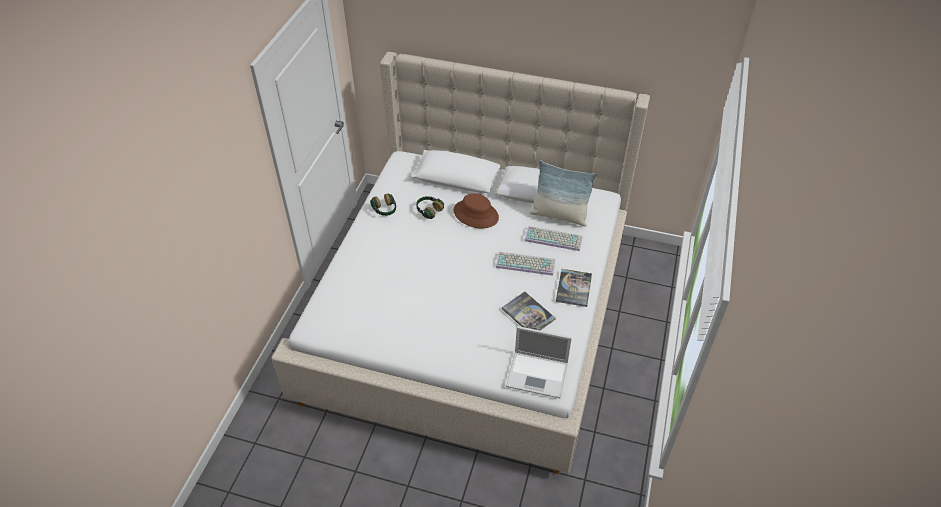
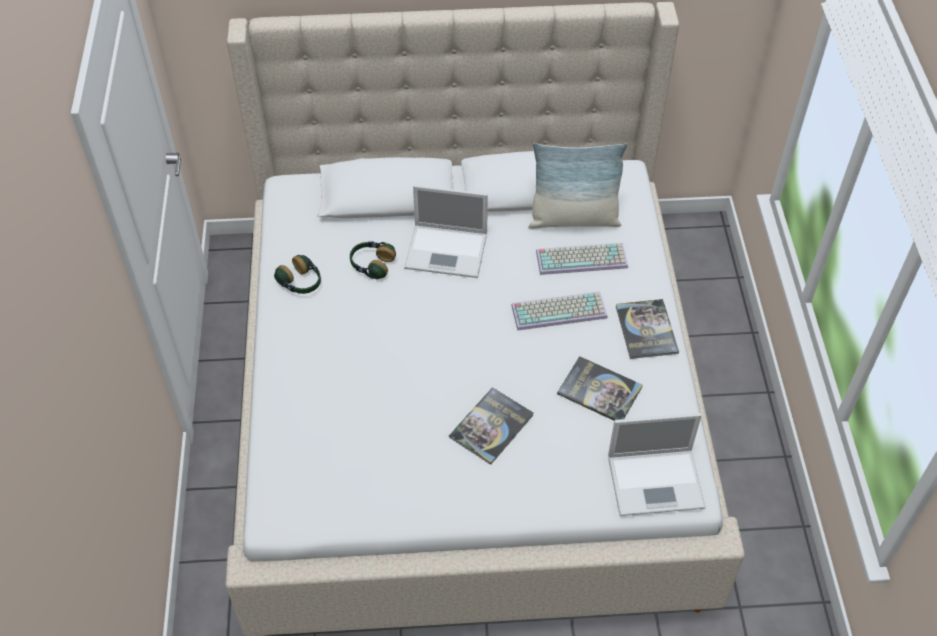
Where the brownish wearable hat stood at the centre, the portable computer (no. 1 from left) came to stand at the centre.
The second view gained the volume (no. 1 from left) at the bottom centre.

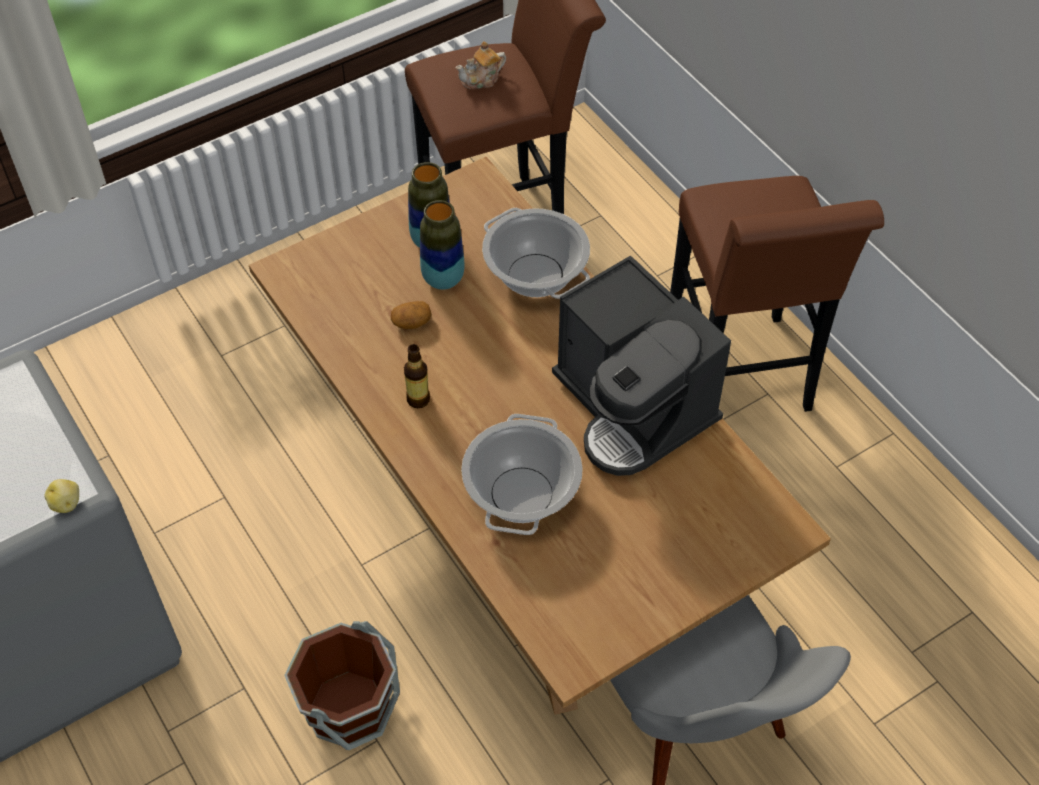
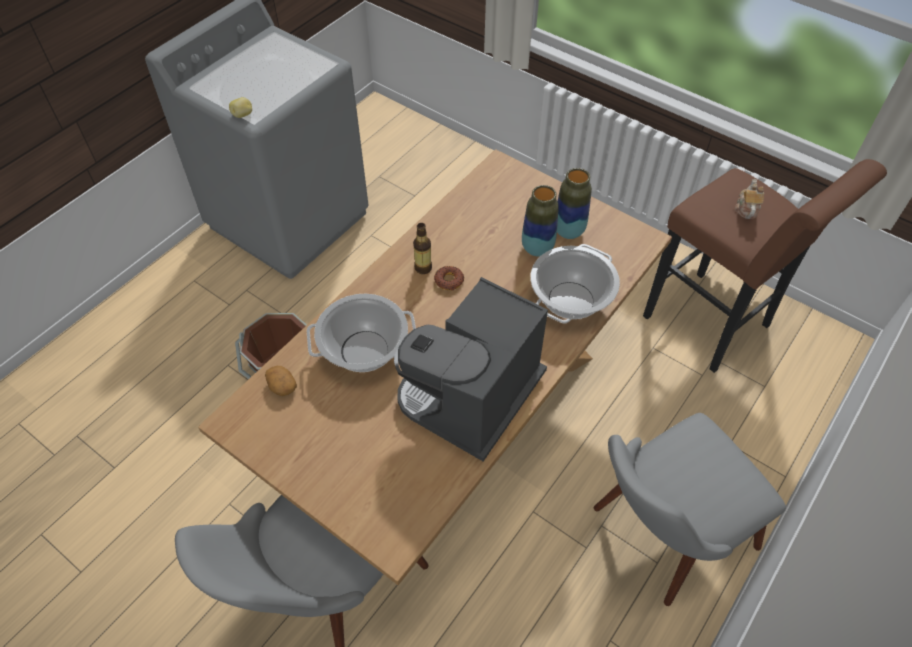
The teapot at the top centre ended up facing another way, 60 degrees clockwise from before.
Where the brownish stool (no. 2 from left) stood at the middle right, the gray chair (no. 2 from left) came to stand at the bottom right.
The whole potato (no. 2 from left) ended up elsewhere, having gone from the centre to the middle left.
The second view gained the donut at the centre.

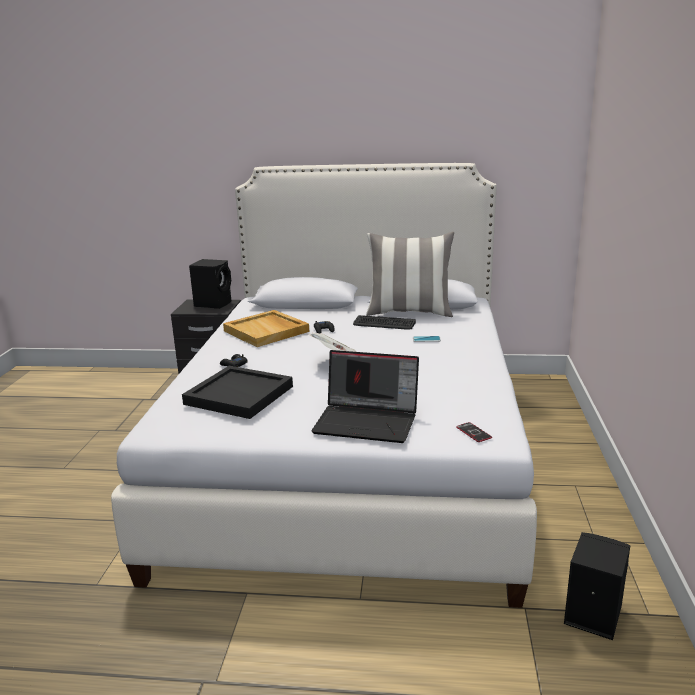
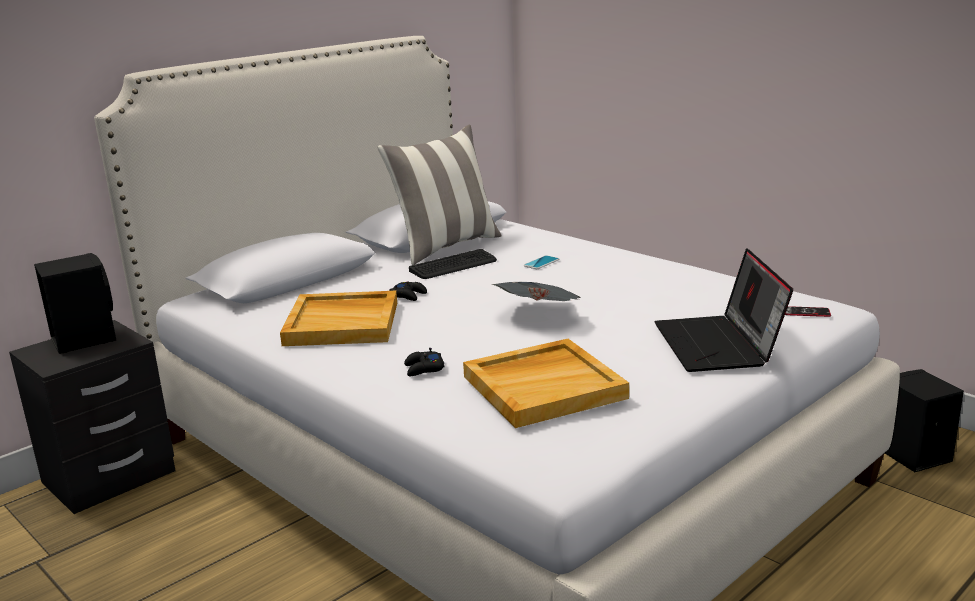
The portable computer at the centre ended up facing another way, 120 degrees clockwise from before.
What was the black carrying tray at the centre turned into the beige carrying tray (no. 2 from left) at the centre.

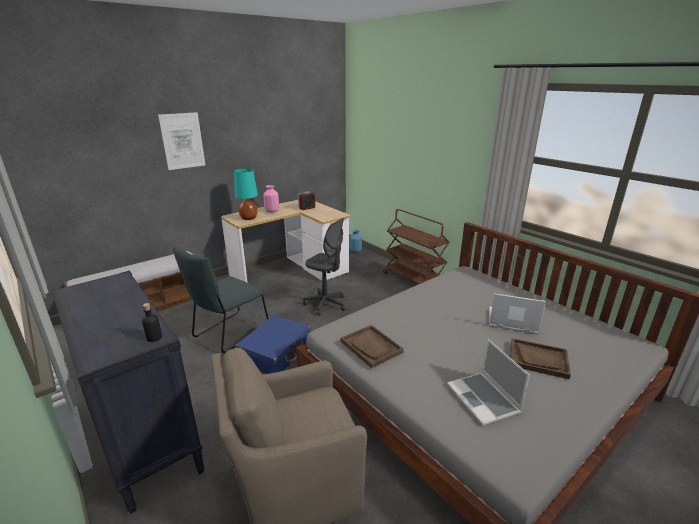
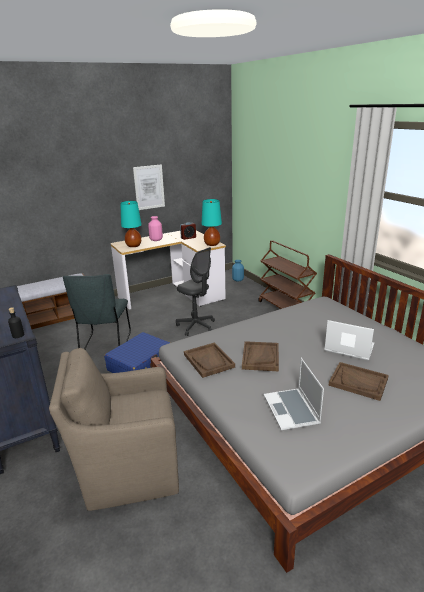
The wall art ended up elsewhere, having gone from the top left to the top centre.
The gray chair at the middle left ended up facing another way, 45 degrees counterclockwise from before.
The second view gained the turquoise tabletop lamp (no. 2 from left) at the centre.
The second view gained the brownish carrying tray (no. 2 from left) at the centre.

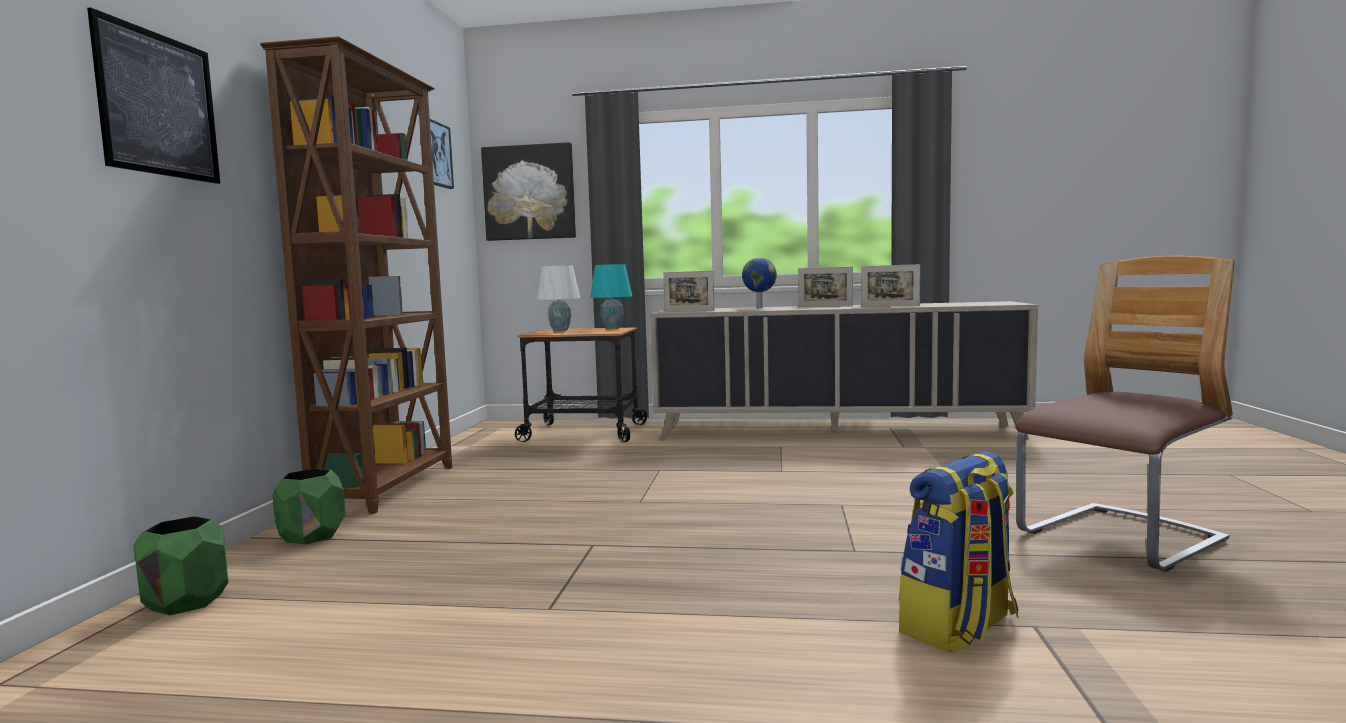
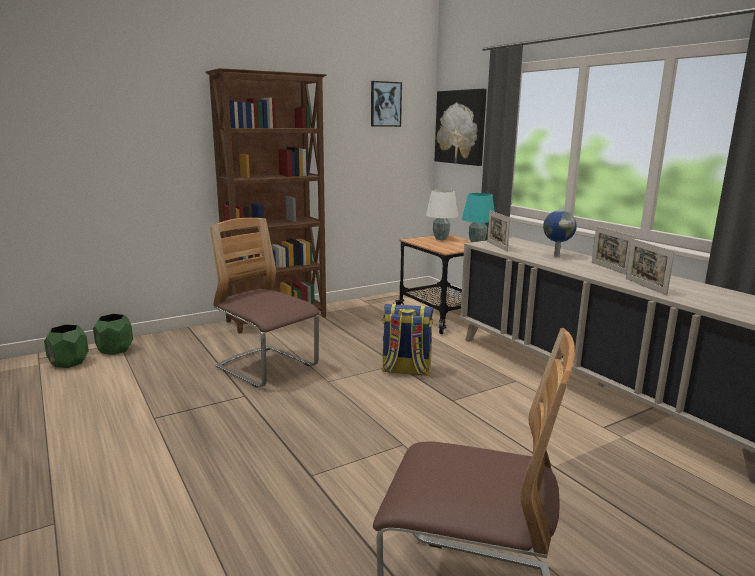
The second view lost the wall art (no. 1 from left) at the top left.
The rucksack ended up elsewhere, having gone from the bottom right to the centre.
The green-coloured planter (no. 2 from left in the first image) ended up elsewhere, having gone from the bottom left to the middle left.
The second view gained the chair (no. 1 from left) at the centre.

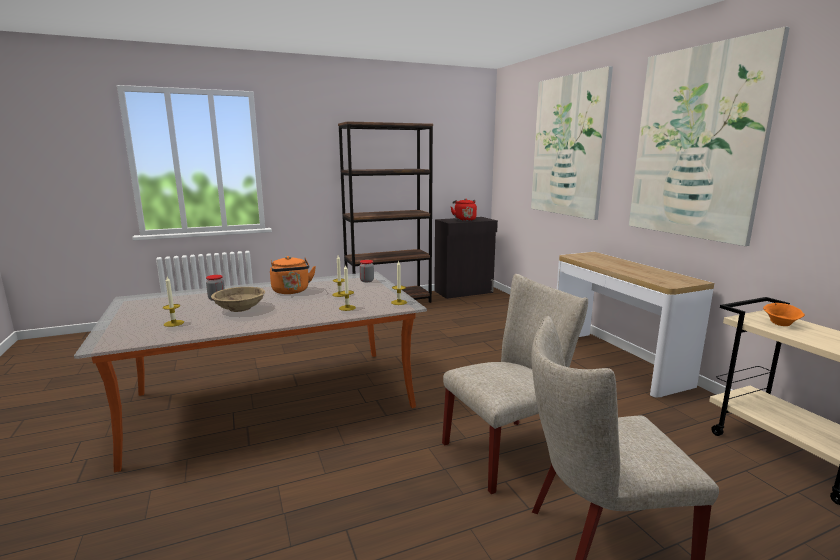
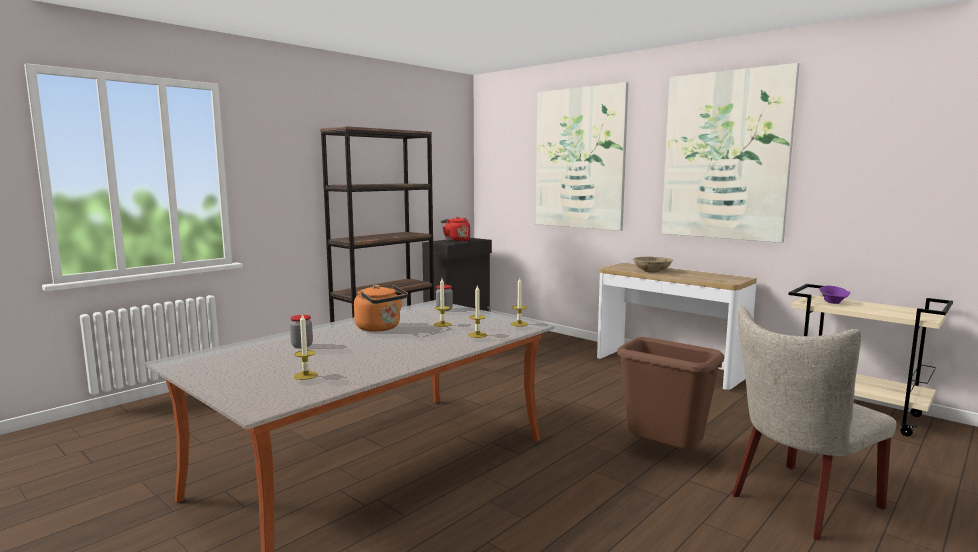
Where the beige chair (no. 1 from left) stood at the bottom centre, the brownish rubbish bin came to stand at the bottom right.
The beige serving bowl ended up elsewhere, having gone from the middle left to the middle right.
What was the orangey serving bowl at the middle right turned into the purple-coloured serving bowl at the middle right.

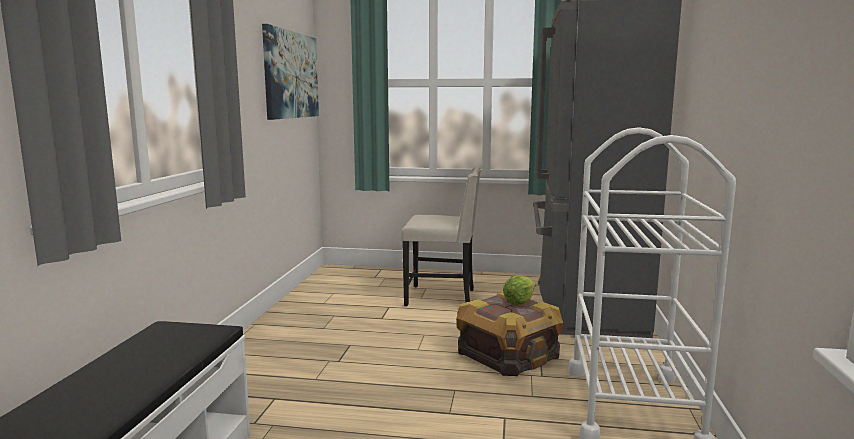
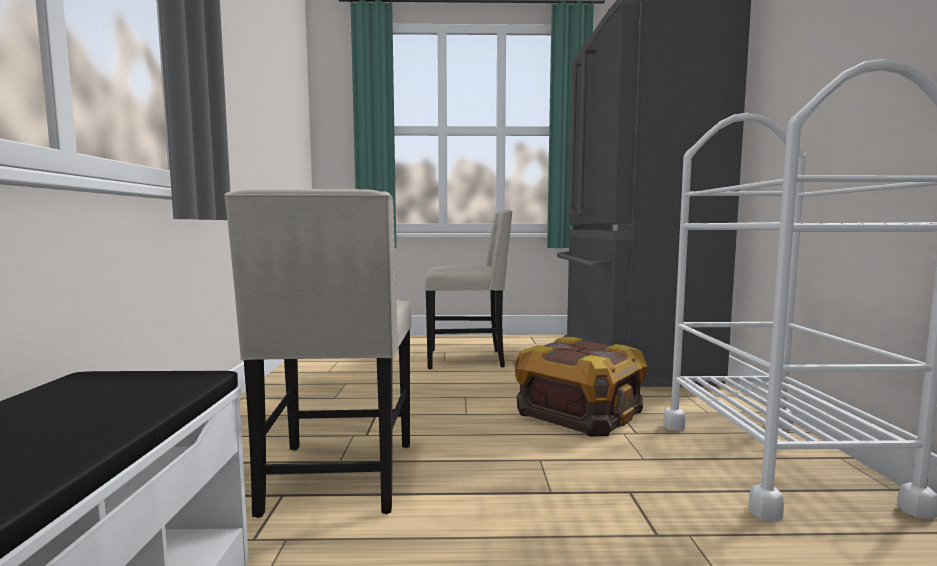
The second view lost the wall art at the top centre.
The second view lost the head of lettuce at the centre.
The second view gained the beige chair (no. 1 from left) at the centre.

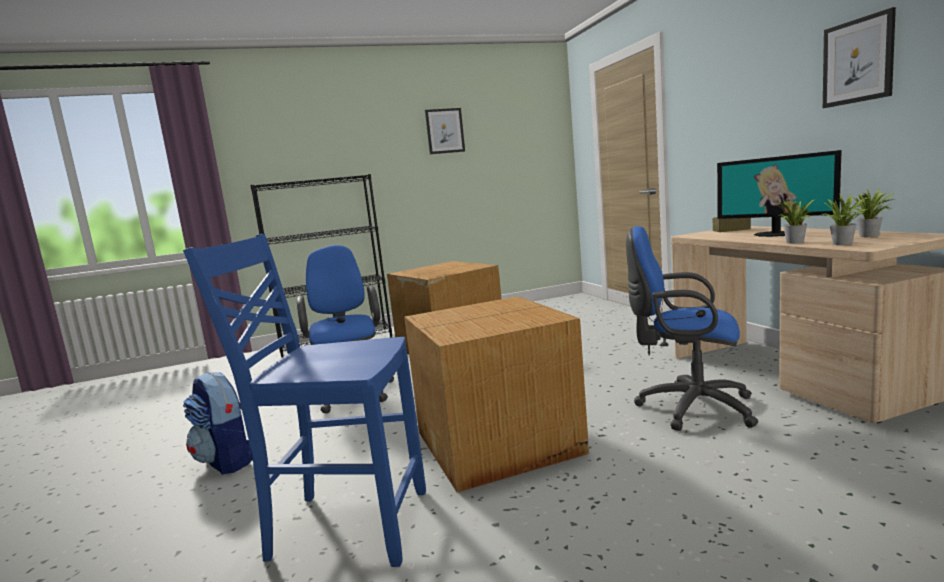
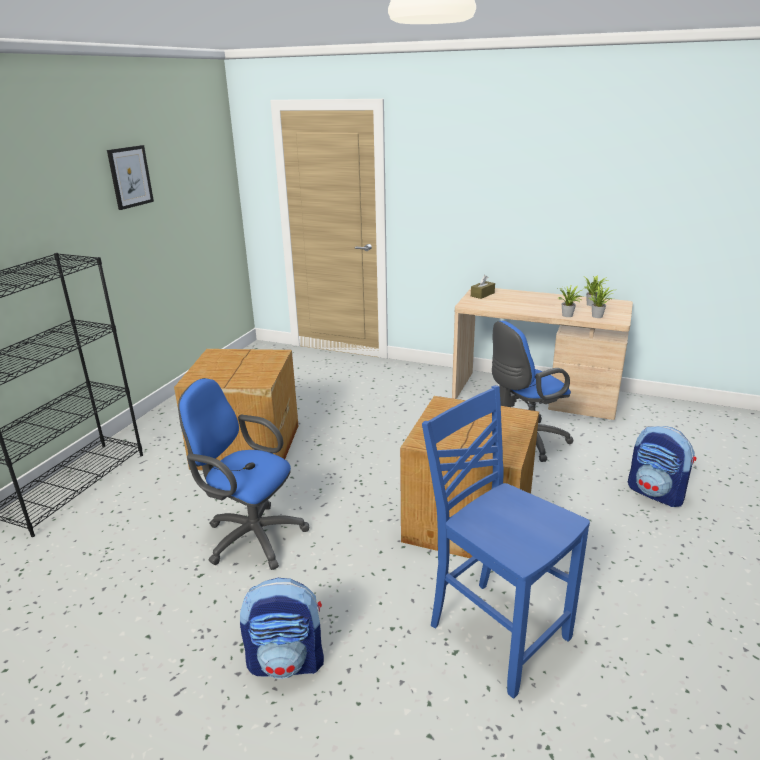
The second view lost the wall art (no. 2 from left) at the top right.
The second view lost the computer screen at the top right.
The bluish chair at the bottom left ended up facing another way, 90 degrees clockwise from before.
The second view gained the rucksack (no. 2 from left) at the middle right.

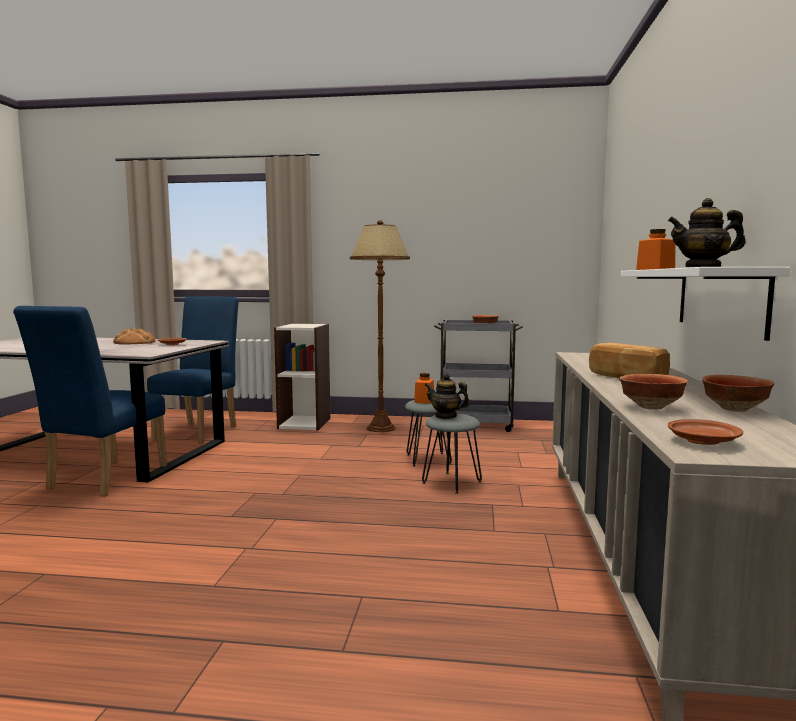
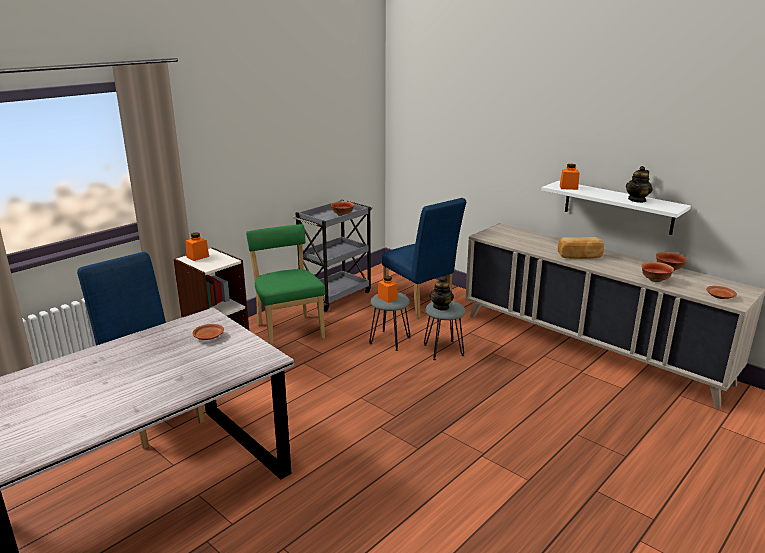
Where the brownish standard lamp stood at the centre, the green-coloured chair came to stand at the centre.
The bluish chair (no. 1 from left in the first image) ended up elsewhere, having gone from the middle left to the centre.
The second view lost the baked bread (no. 1 from left) at the middle left.
The teapot (no. 1 from left) at the centre ended up facing another way, 45 degrees counterclockwise from before.
The second view gained the orangey jar (no. 1 from left) at the middle left.

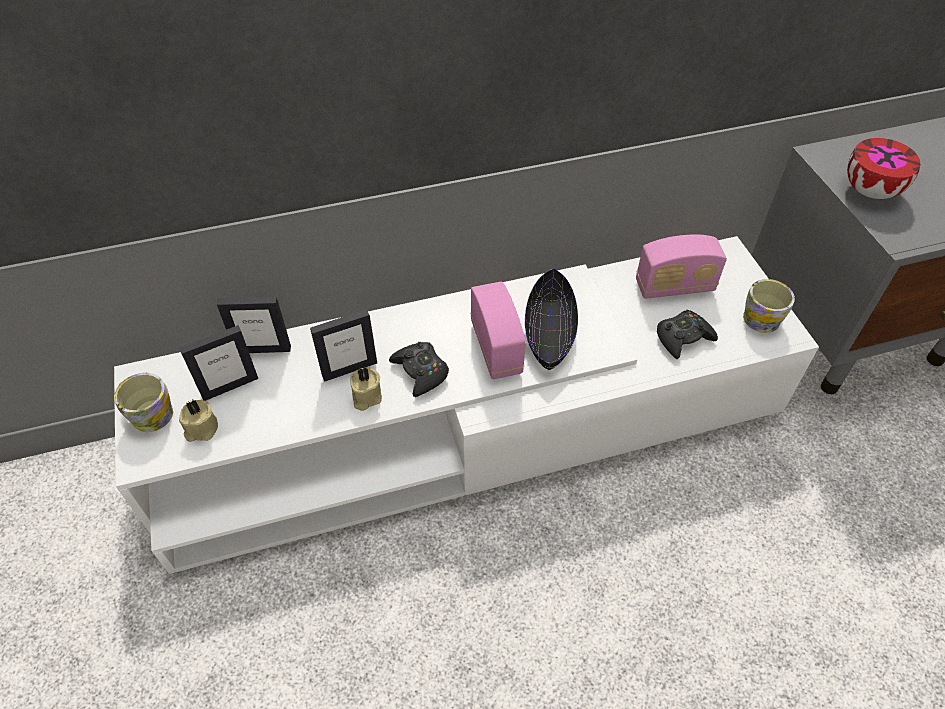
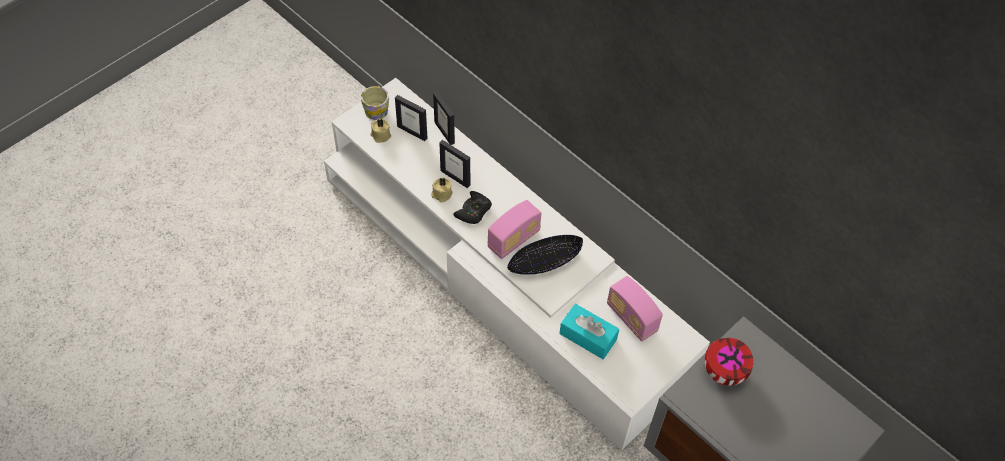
The second view lost the mug (no. 2 from left) at the middle right.
Where the black gamepad (no. 2 from left) stood at the middle right, the turquoise tissue holder came to stand at the bottom centre.

